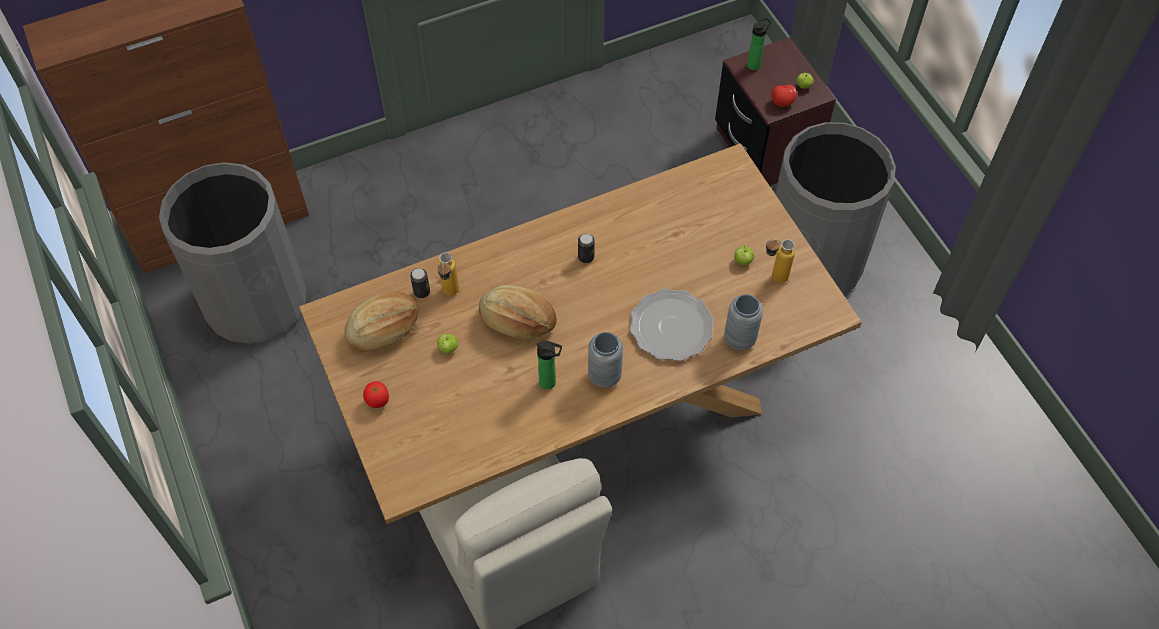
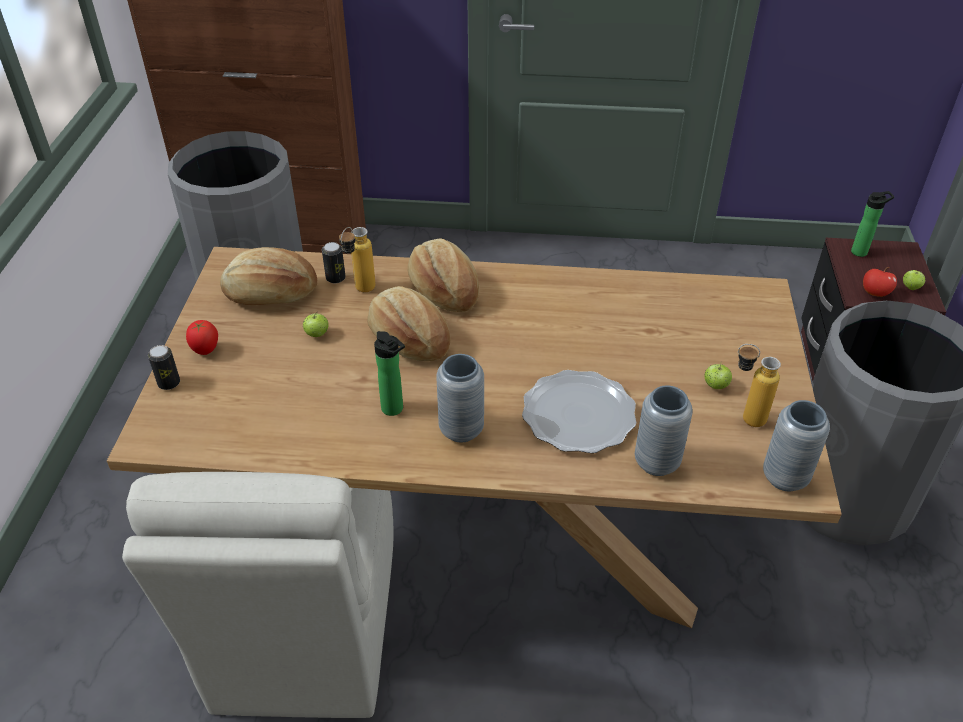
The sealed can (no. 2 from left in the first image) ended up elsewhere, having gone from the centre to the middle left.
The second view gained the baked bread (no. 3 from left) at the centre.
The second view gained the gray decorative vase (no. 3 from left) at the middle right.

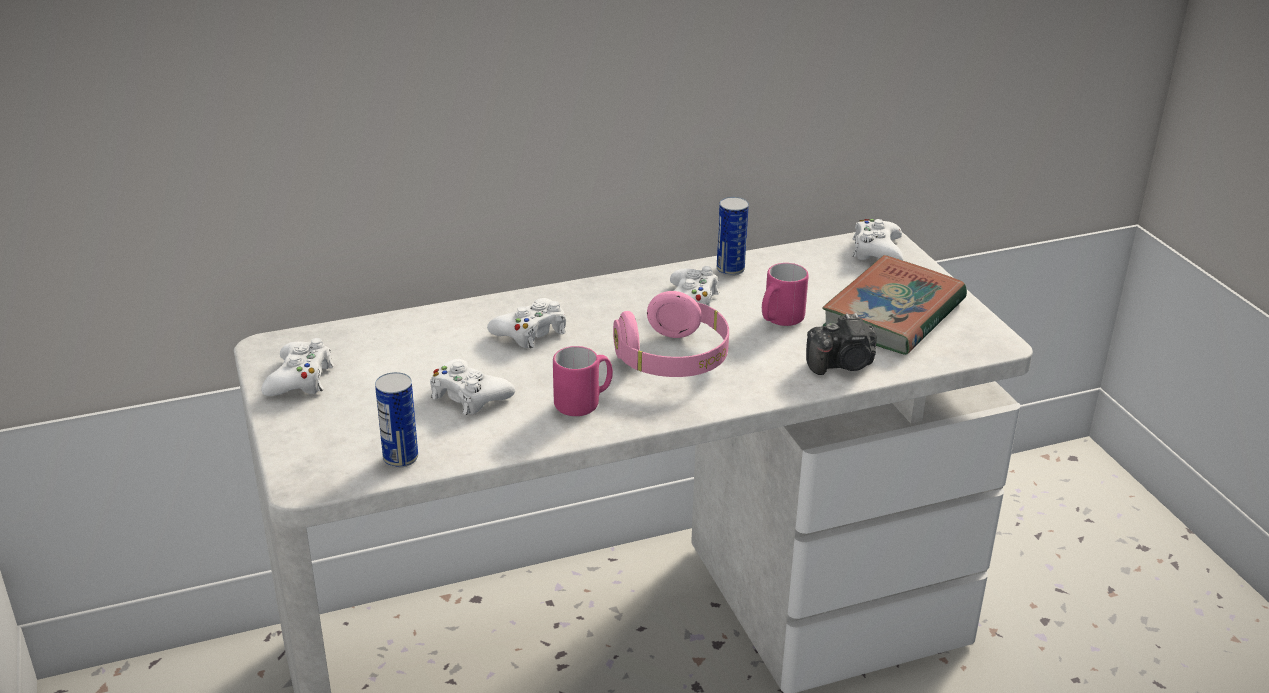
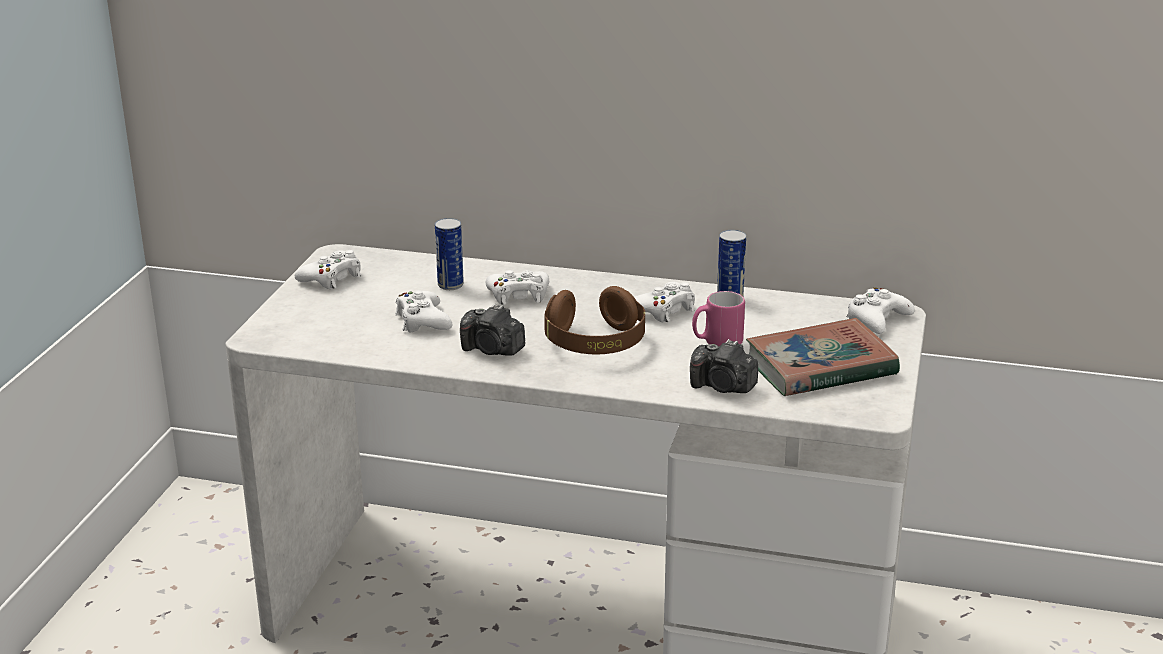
What was the pink pair of headphones at the centre turned into the brownish pair of headphones at the centre.
Where the pink mug (no. 1 from left) stood at the centre, the still camera (no. 1 from left) came to stand at the centre.
The sealed can (no. 1 from left) ended up elsewhere, having gone from the middle left to the centre.

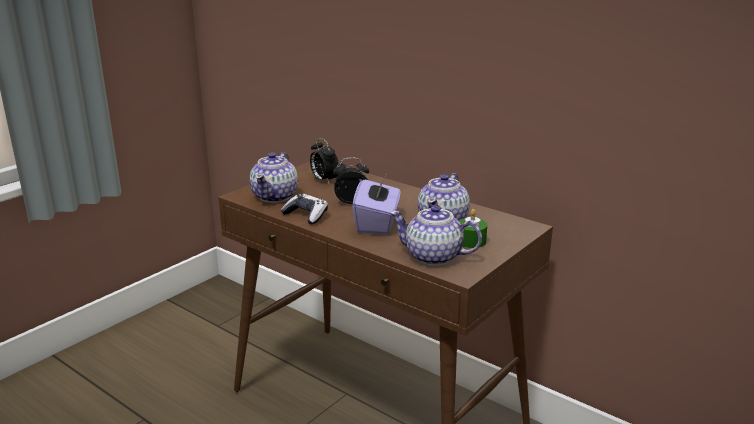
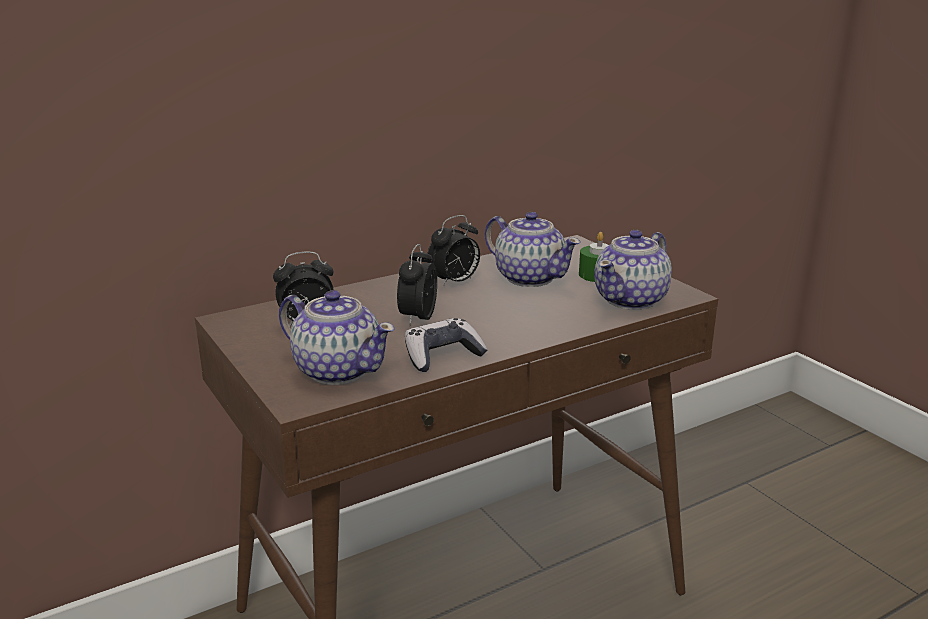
The second view lost the purple-coloured tissue holder at the centre.
The second view gained the alarm clock (no. 3 from left) at the centre.

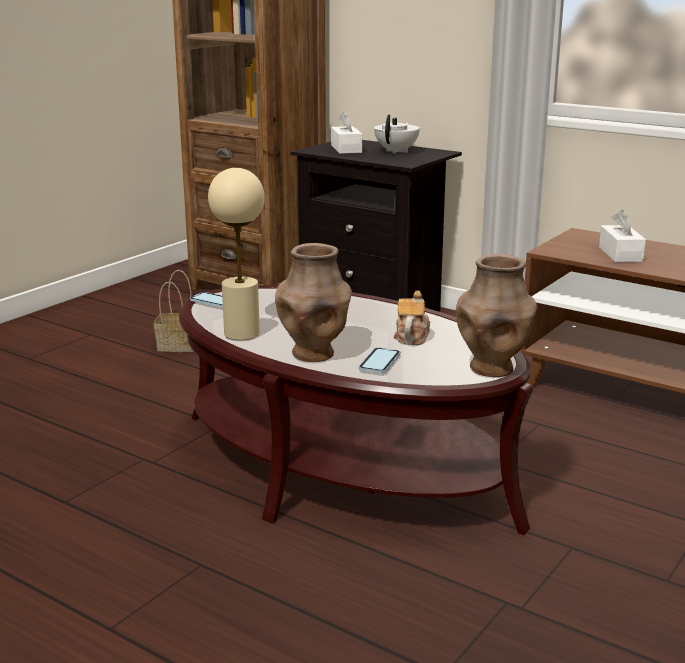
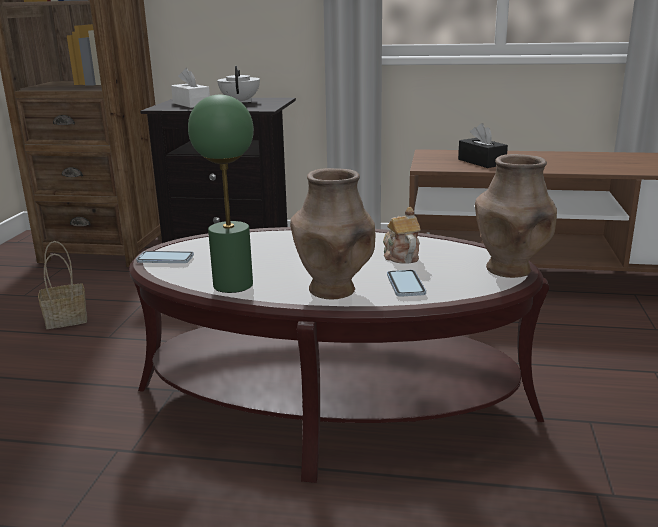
What was the beige tabletop lamp at the centre turned into the green-coloured tabletop lamp at the centre.
What was the white tissue holder (no. 2 from left) at the middle right turned into the black tissue holder at the top right.

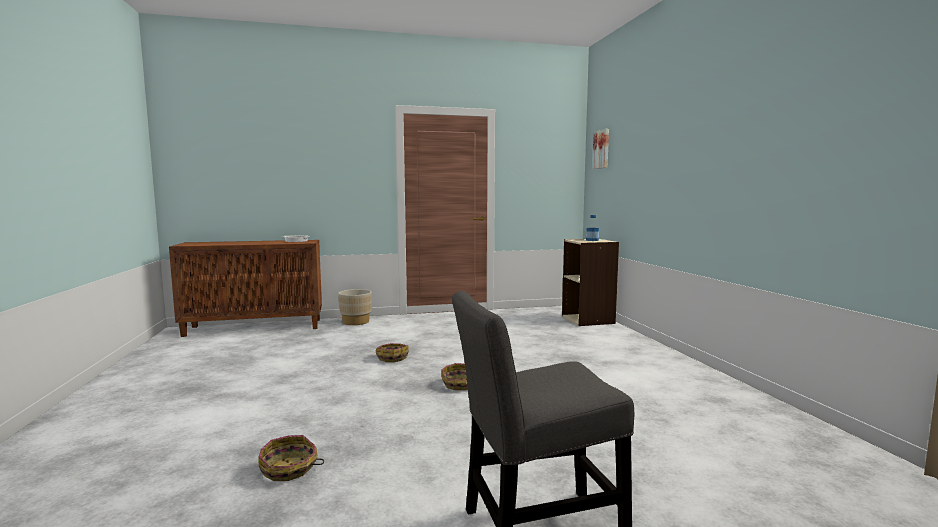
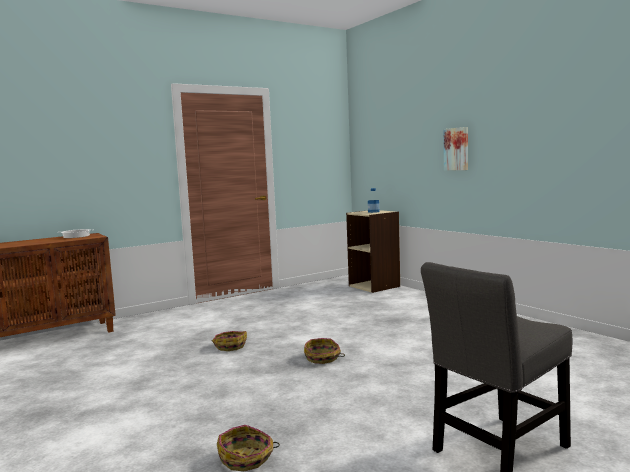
The wall art ended up elsewhere, having gone from the top centre to the top right.
The second view lost the beige planter at the centre.

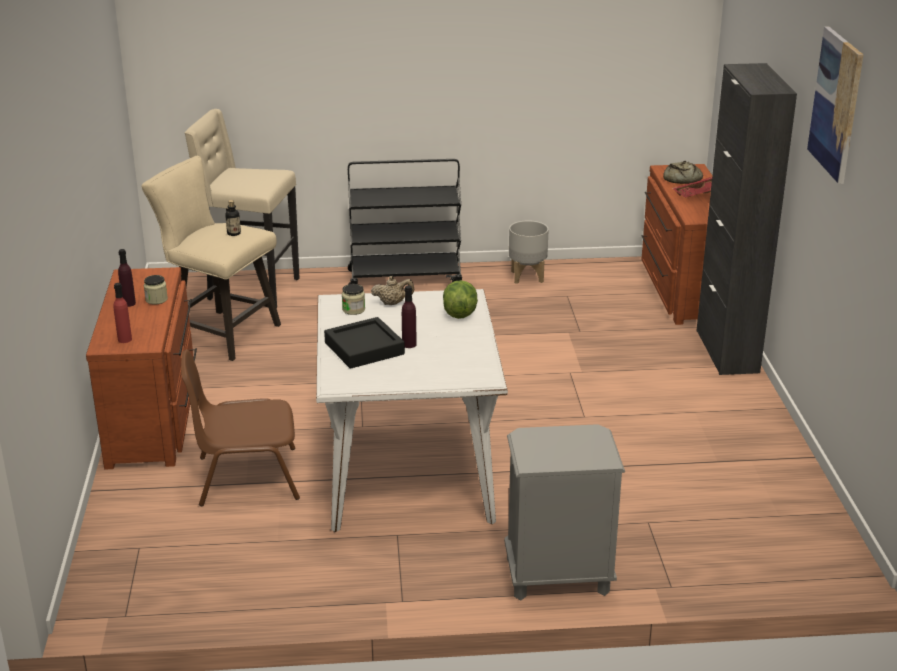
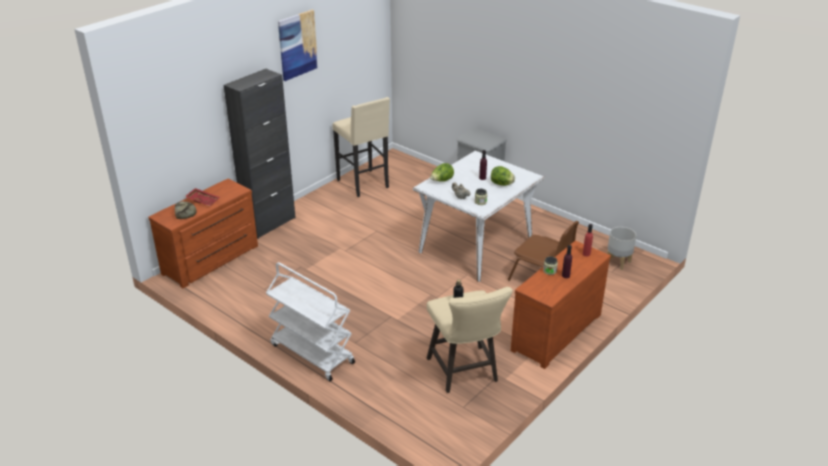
The beige stool (no. 2 from left in the first image) ended up elsewhere, having gone from the top left to the top centre.
What was the black trolley at the top centre turned into the white trolley at the bottom centre.
The gray planter ended up elsewhere, having gone from the centre to the middle right.
Where the black carrying tray stood at the centre, the head of lettuce (no. 2 from left) came to stand at the centre.

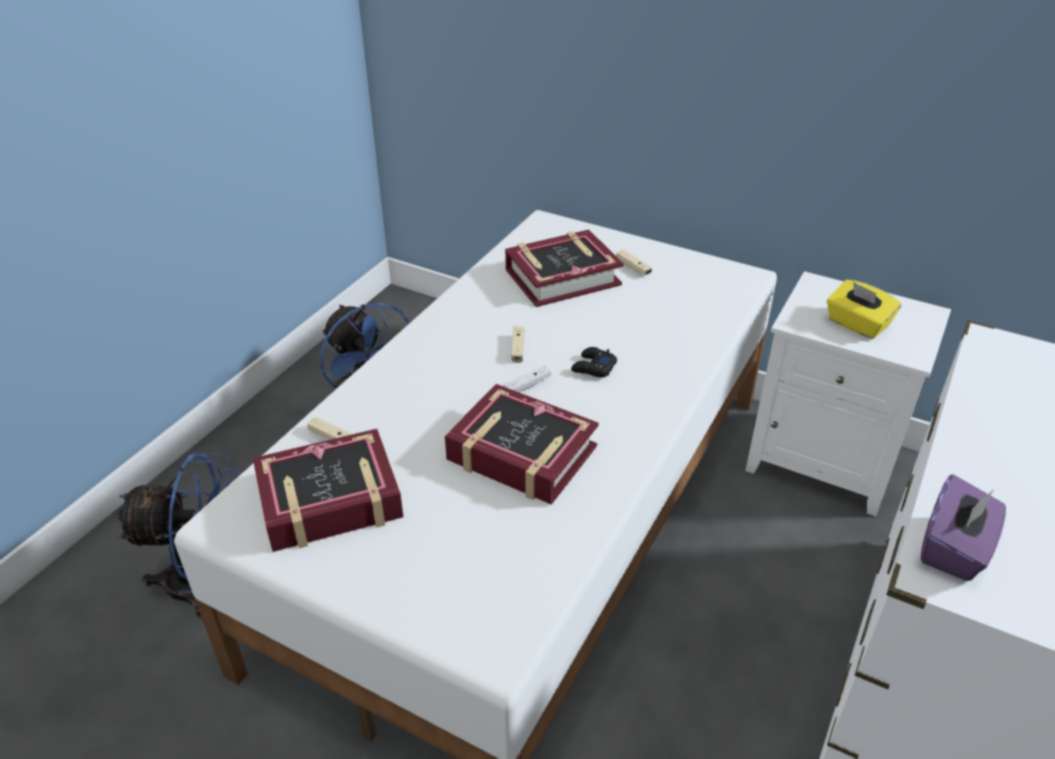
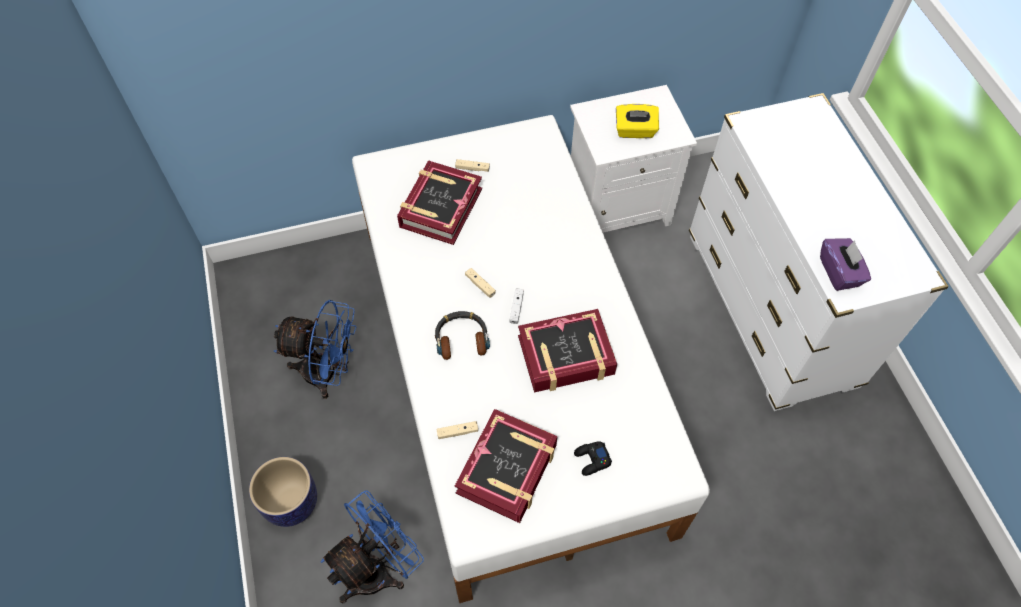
The black gamepad ended up elsewhere, having gone from the centre to the bottom centre.
The second view gained the pair of headphones at the centre.
The second view gained the planter at the bottom left.

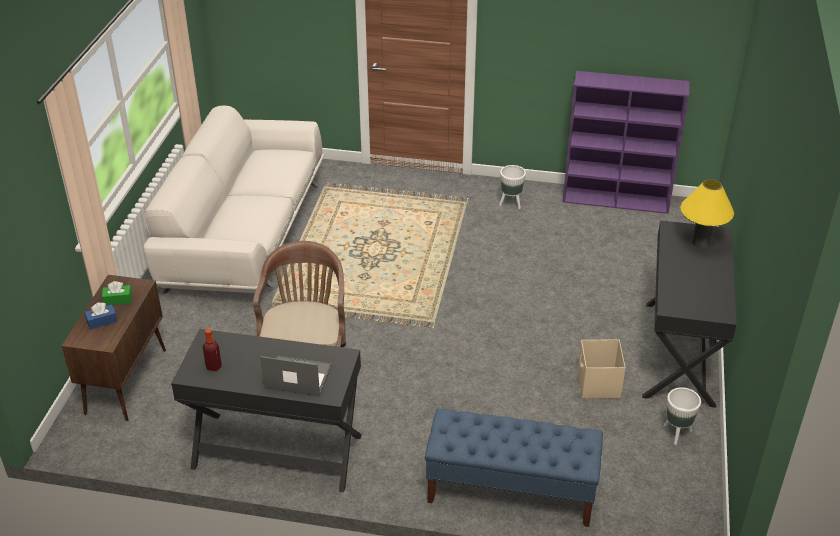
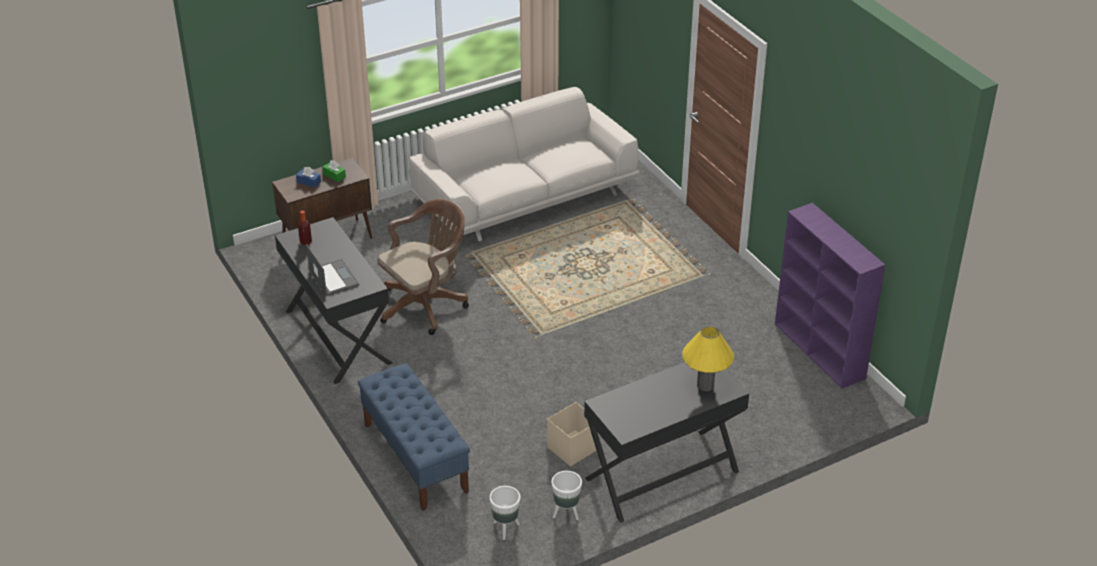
The white planter (no. 1 from left) ended up elsewhere, having gone from the centre to the bottom centre.

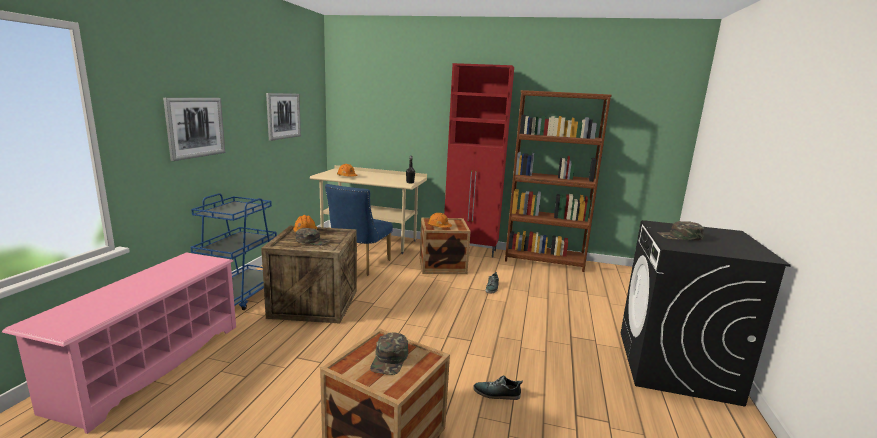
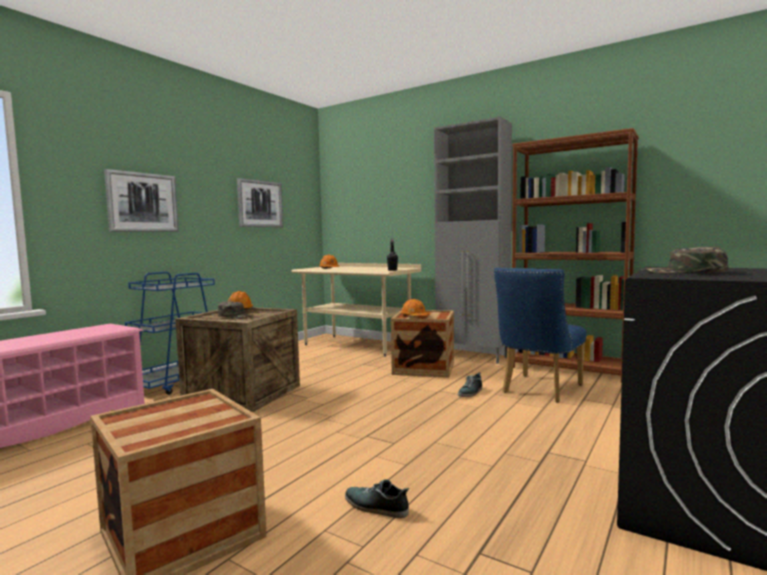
What was the red-coloured cabinet at the centre turned into the gray cabinet at the centre.
The bluish chair ended up elsewhere, having gone from the centre to the middle right.
The second view lost the green-coloured cap (no. 2 from left) at the bottom centre.

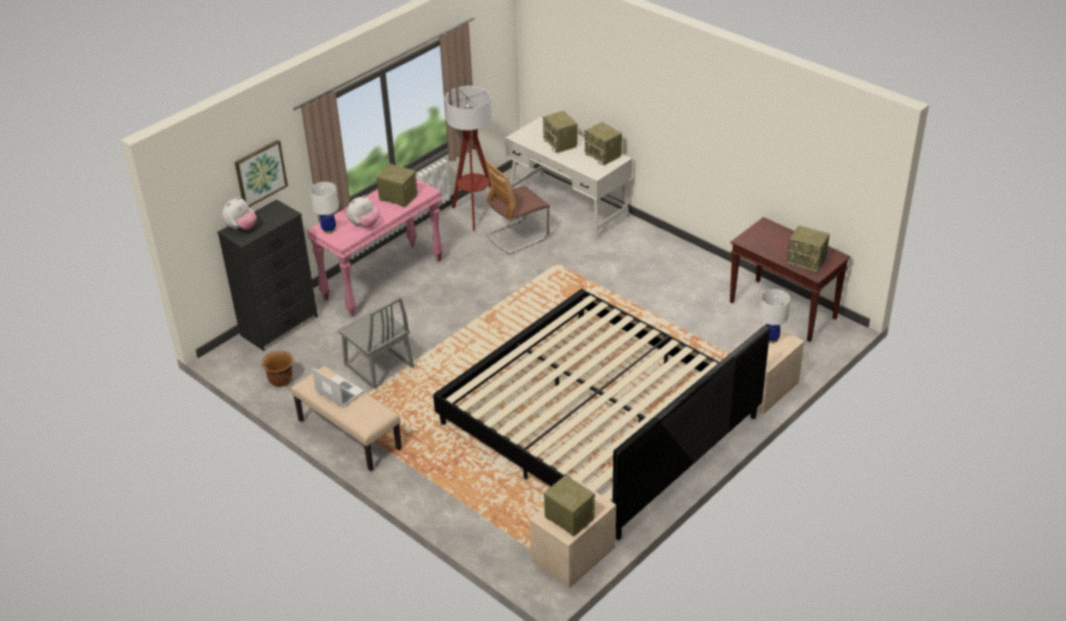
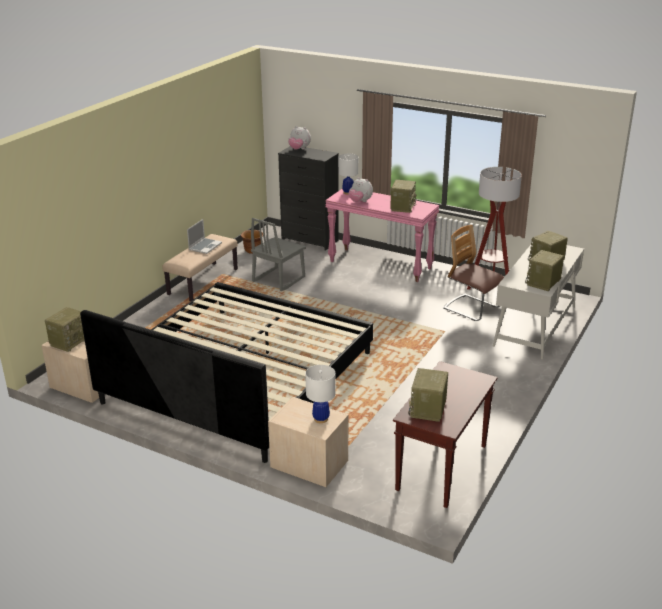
The second view lost the wall art at the top left.

